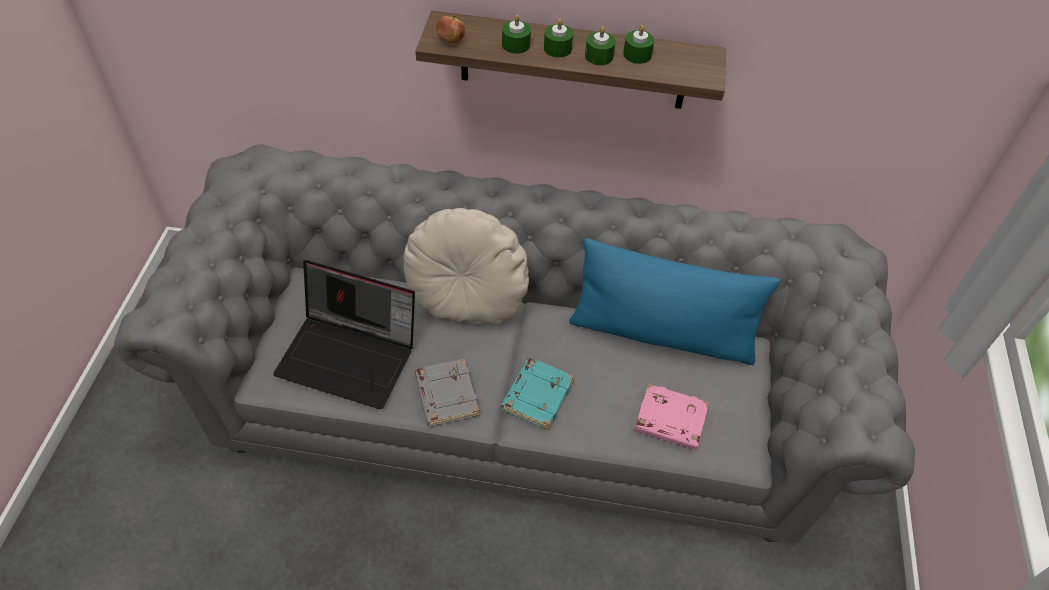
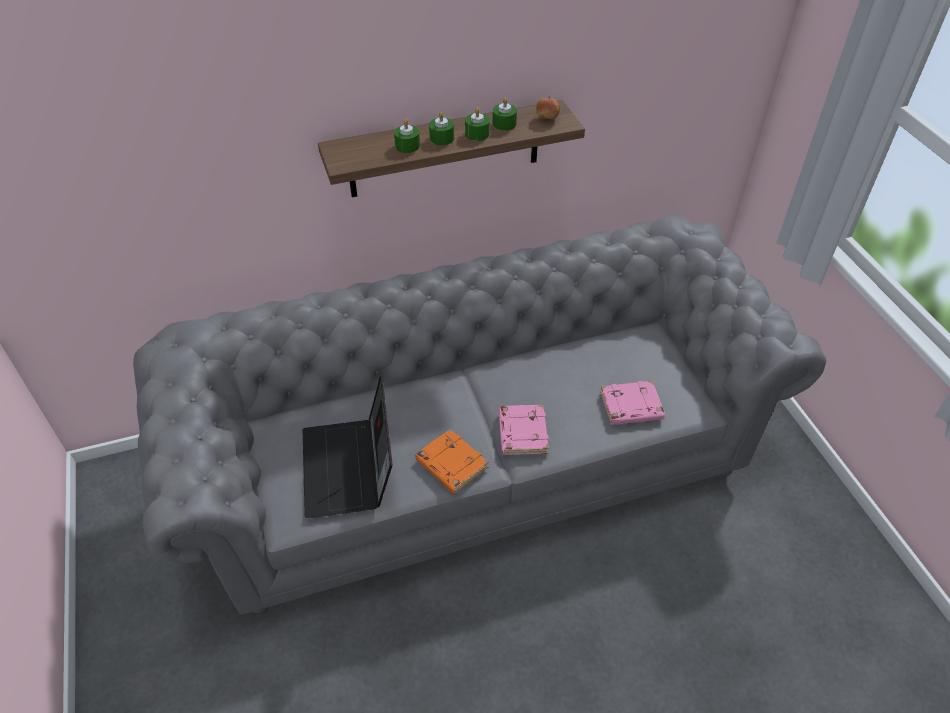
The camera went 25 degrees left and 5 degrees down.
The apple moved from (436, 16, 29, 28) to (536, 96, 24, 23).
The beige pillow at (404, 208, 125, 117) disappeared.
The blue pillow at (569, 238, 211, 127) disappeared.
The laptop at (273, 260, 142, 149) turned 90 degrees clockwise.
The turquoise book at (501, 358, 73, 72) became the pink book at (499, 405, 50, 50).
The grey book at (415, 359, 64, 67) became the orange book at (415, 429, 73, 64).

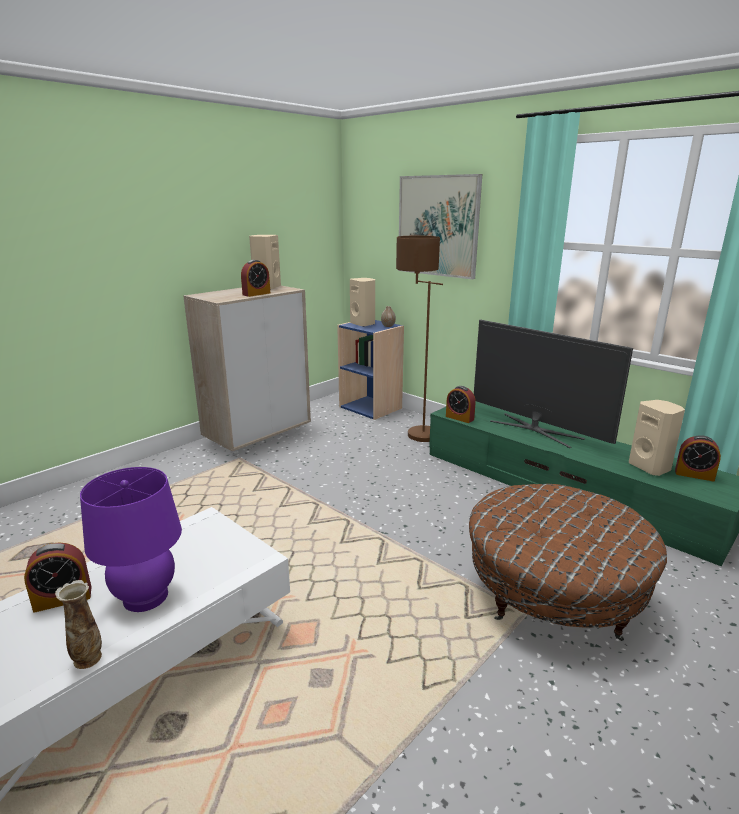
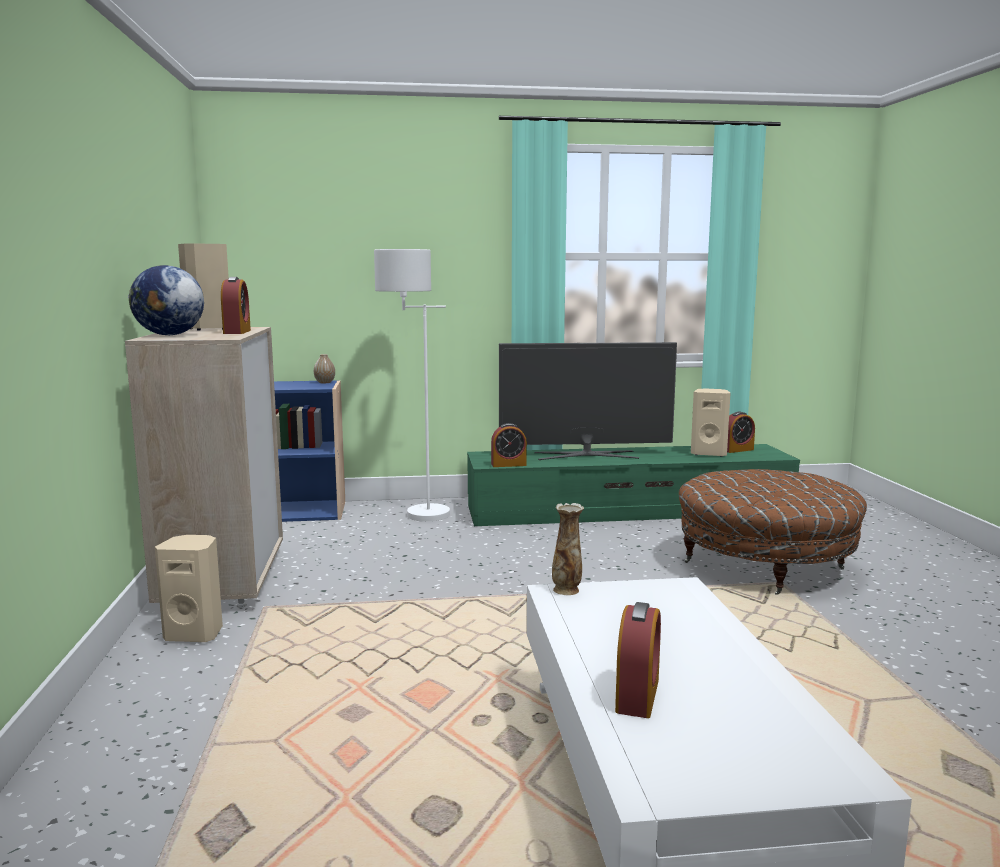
The camera went 50 degrees left and 10 degrees down.
The picture at (398, 174, 84, 105) disappeared.
The brown floor lamp at (396, 236, 47, 206) became the white floor lamp at (374, 249, 76, 273).
The beige speaker moved from (350, 278, 25, 49) to (155, 535, 68, 107).
The purple table lamp at (80, 467, 102, 145) disappeared.
The vase moved from (55, 580, 47, 89) to (552, 503, 32, 92).
The globe at (128, 265, 76, 70) appeared.

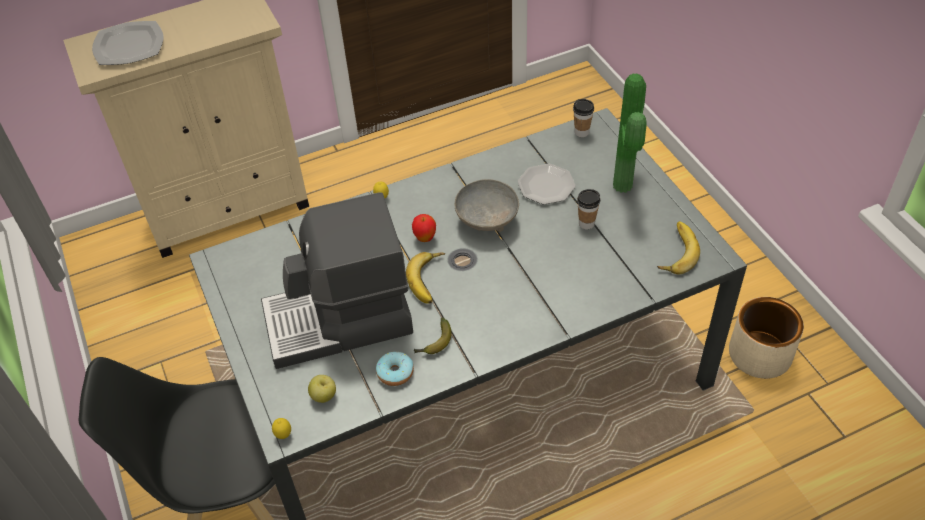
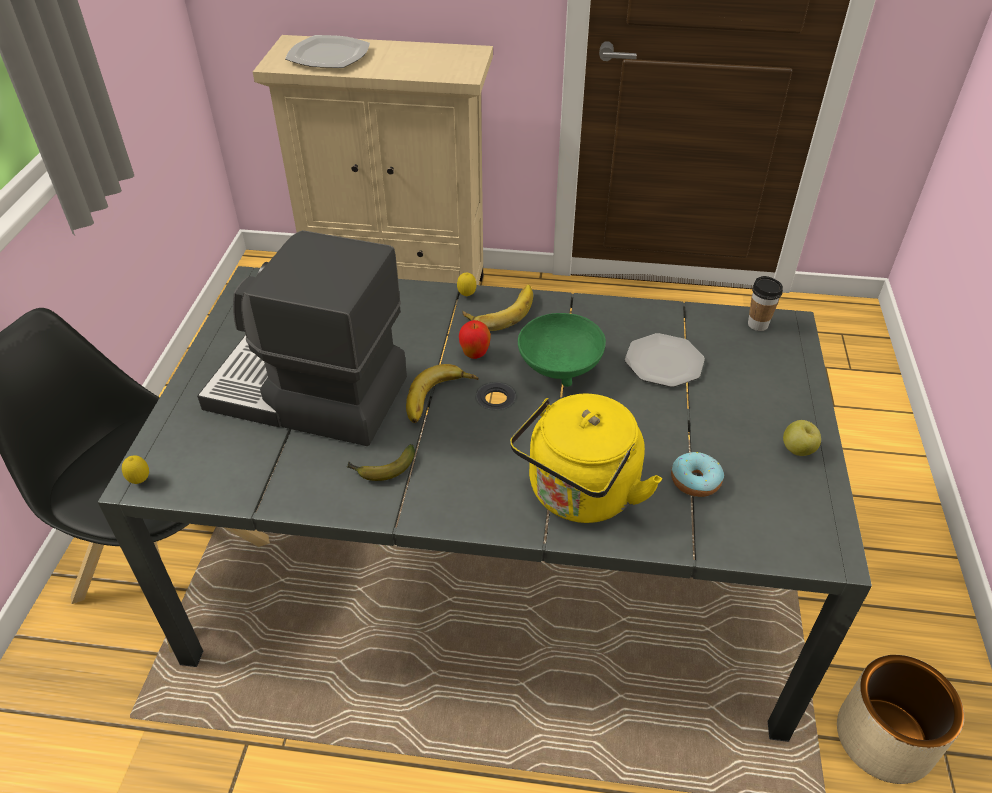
The camera went 30 degrees right and 5 degrees down.
The potted plant at (613, 73, 34, 120) disappeared.
The grey bowl at (455, 179, 64, 53) became the green bowl at (518, 313, 88, 74).
The cup at (577, 189, 23, 41) disappeared.
The banana moved from (657, 221, 43, 54) to (462, 285, 71, 46).
The donut moved from (376, 352, 38, 34) to (671, 452, 53, 45).
The apple moved from (308, 375, 28, 28) to (783, 420, 38, 36).
The yellow kettle at (510, 393, 152, 130) appeared.

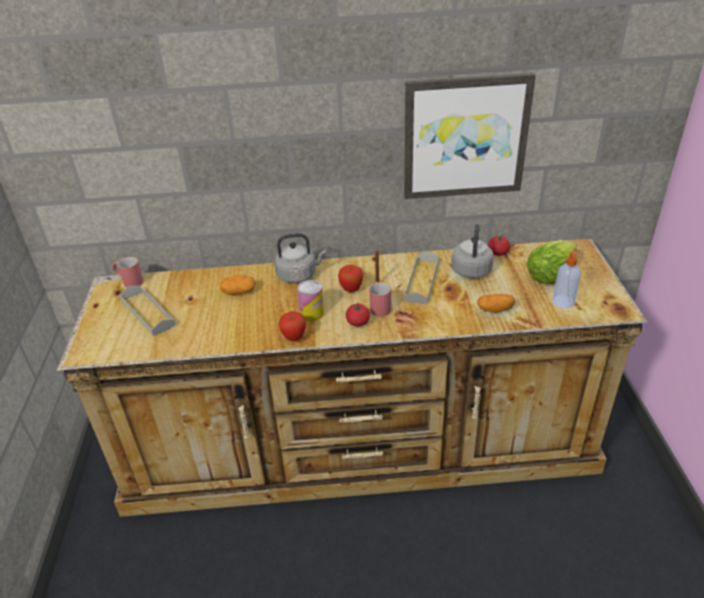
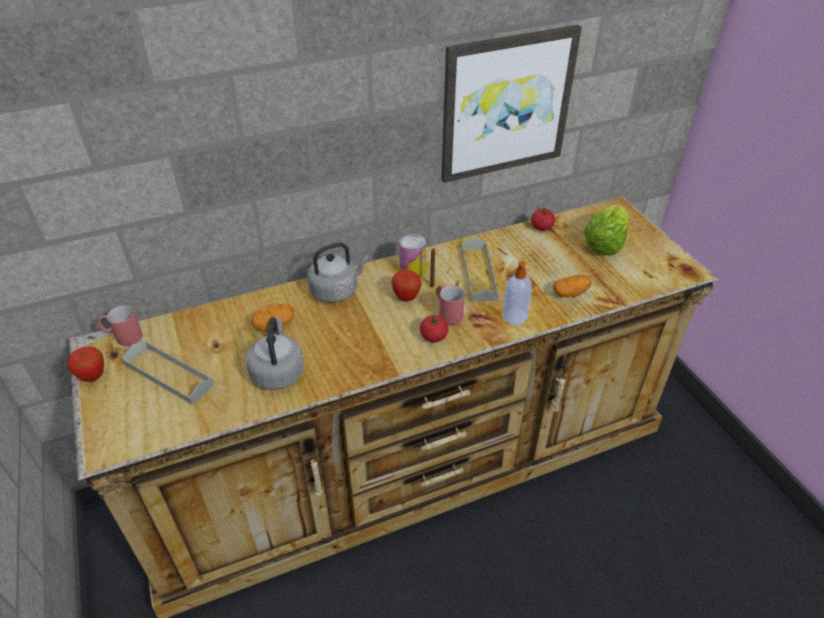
The camera went 20 degrees left and 5 degrees up.
The grey kettle moved from (451, 224, 43, 54) to (246, 317, 58, 73).
The soap dispenser moved from (553, 251, 28, 57) to (502, 261, 30, 64).
The can moved from (297, 280, 27, 41) to (399, 234, 27, 43).
The apple moved from (278, 312, 28, 29) to (67, 346, 37, 36).

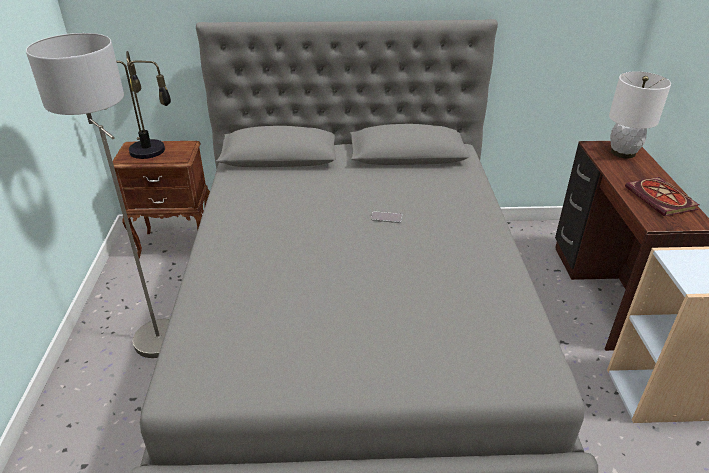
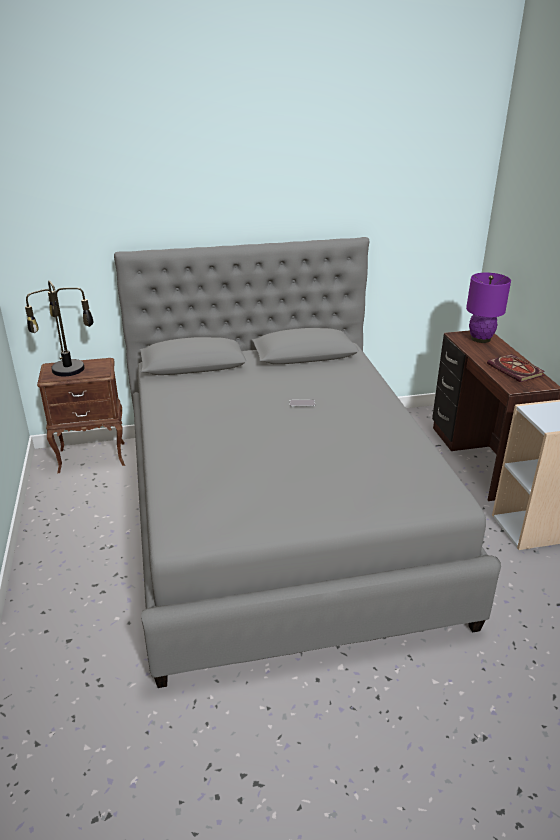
The camera went 10 degrees left and 5 degrees down.
The grey floor lamp at (26, 33, 144, 325) disappeared.
The white table lamp at (609, 71, 62, 87) became the purple table lamp at (466, 273, 45, 70).

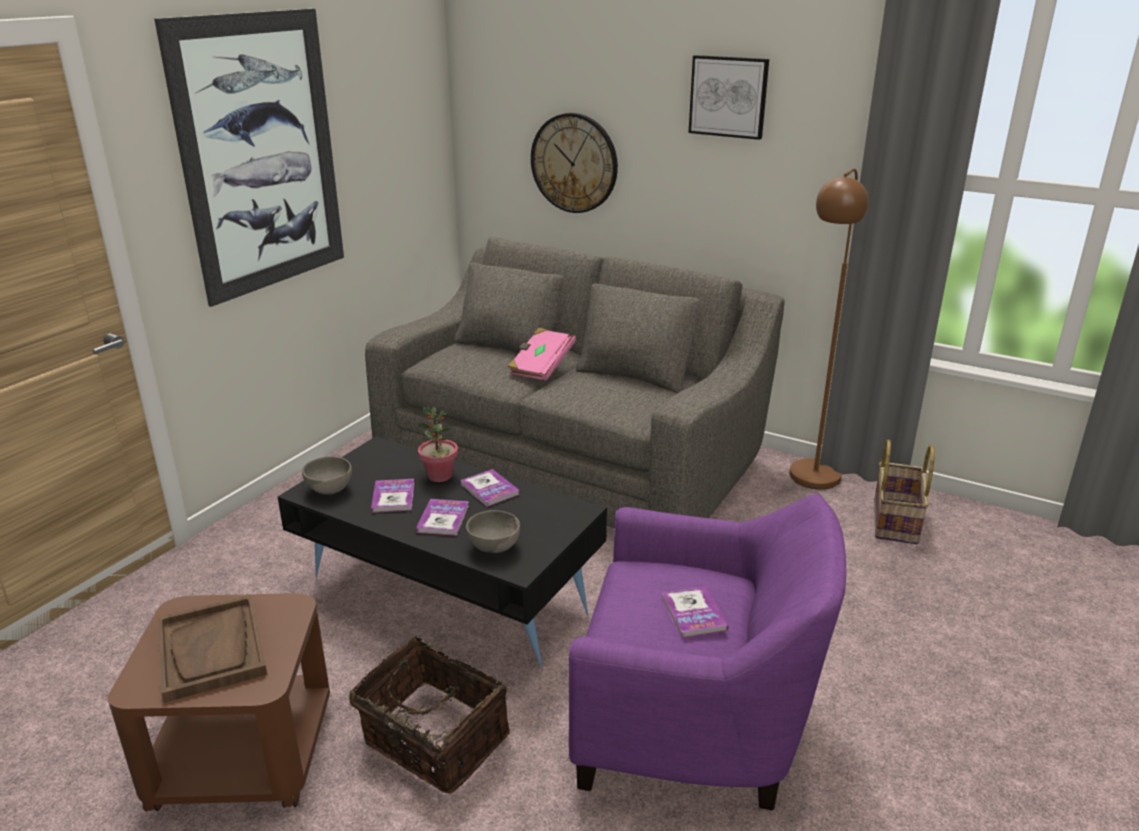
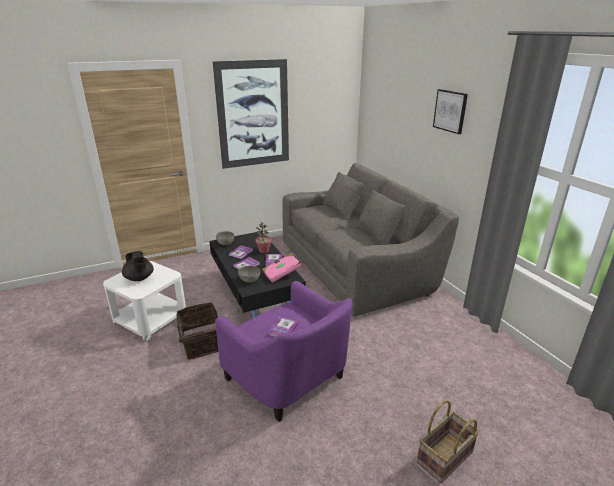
The camera went 35 degrees right and 0 degrees up.
The wall clock at (531, 113, 87, 100) disappeared.
The brown floor lamp at (789, 168, 79, 321) disappeared.
The pink book moved from (508, 328, 68, 53) to (262, 253, 40, 30).
The basket moved from (874, 439, 61, 105) to (417, 400, 63, 83).
The brown side table at (108, 593, 222, 219) became the white side table at (103, 261, 83, 80).
The brown tray at (157, 595, 110, 108) was replaced by the black teapot at (122, 251, 32, 30).

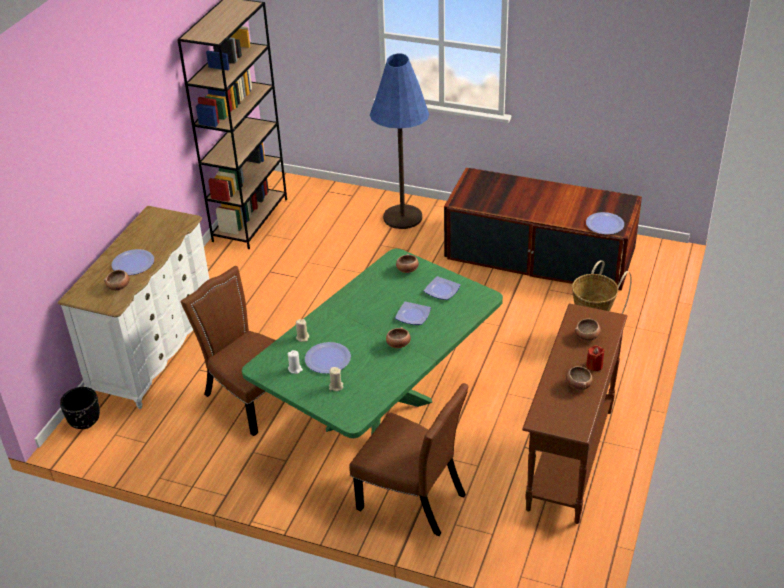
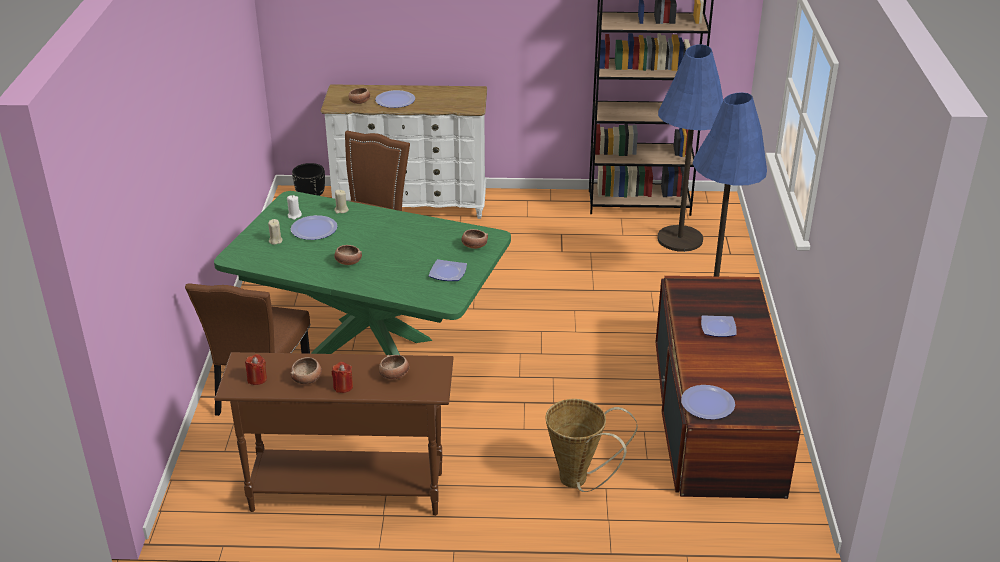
The camera went 70 degrees right and 5 degrees down.
The plate moved from (395, 302, 36, 23) to (701, 315, 36, 22).
The blue floor lamp at (657, 44, 66, 208) appeared.
The red candle at (245, 354, 22, 31) appeared.

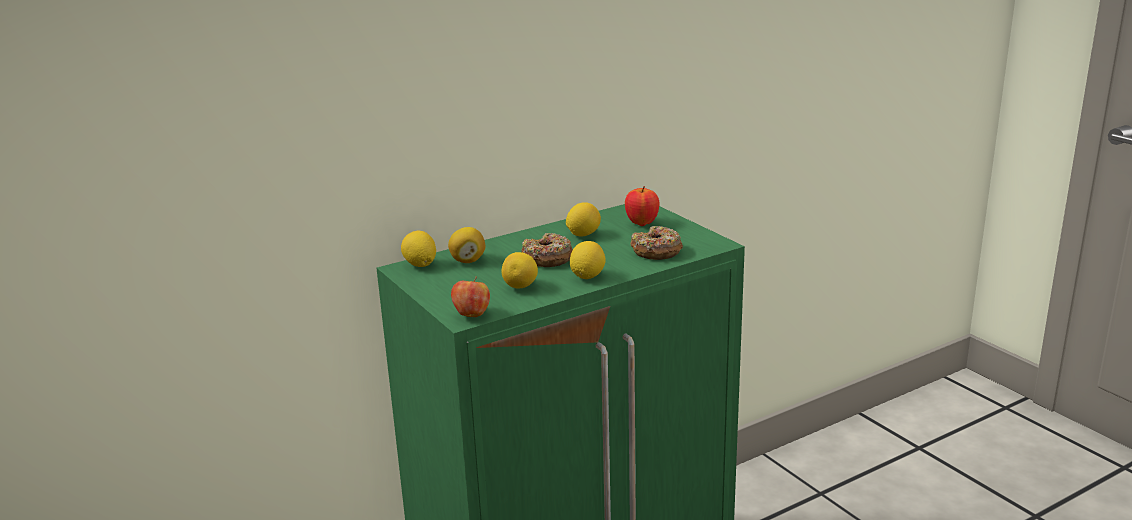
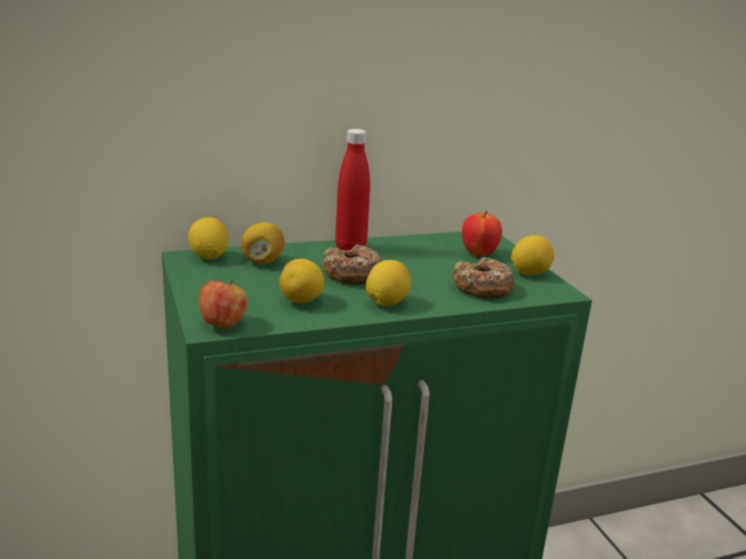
The camera went 10 degrees right and 0 degrees up.
The lemon moved from (566, 202, 35, 34) to (511, 235, 43, 40).
The red bottle at (335, 129, 35, 122) appeared.

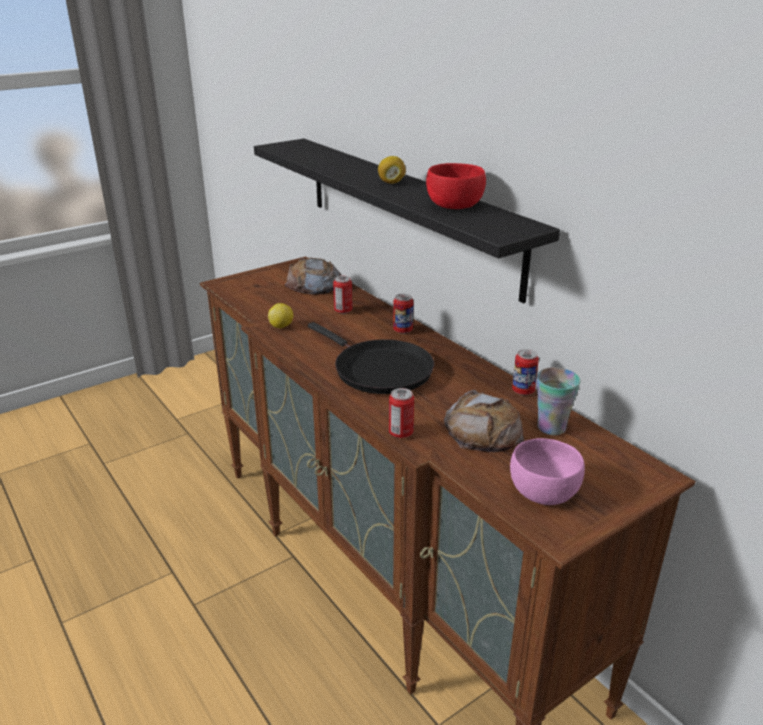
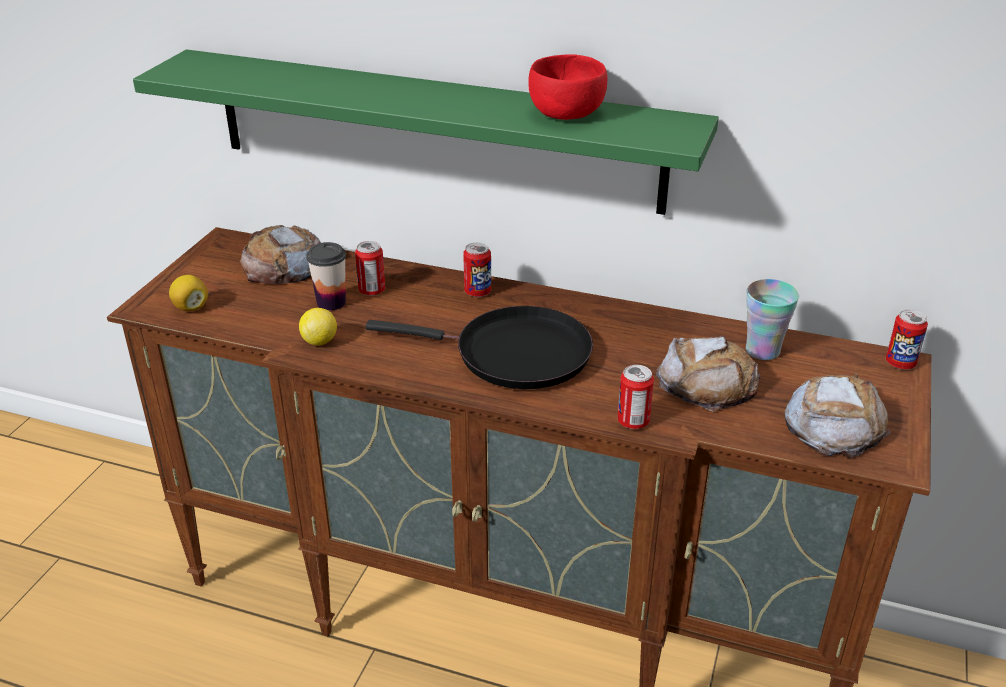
The camera went 35 degrees left and 5 degrees up.
The black shelf at (254, 139, 306, 164) became the green shelf at (133, 49, 586, 166).
The lemon moved from (378, 156, 28, 28) to (169, 275, 39, 36).
The can moved from (512, 349, 27, 46) to (886, 309, 42, 61).
The pink bowl at (510, 438, 75, 67) was replaced by the bread at (784, 373, 107, 85).
The cup at (306, 242, 40, 69) appeared.

